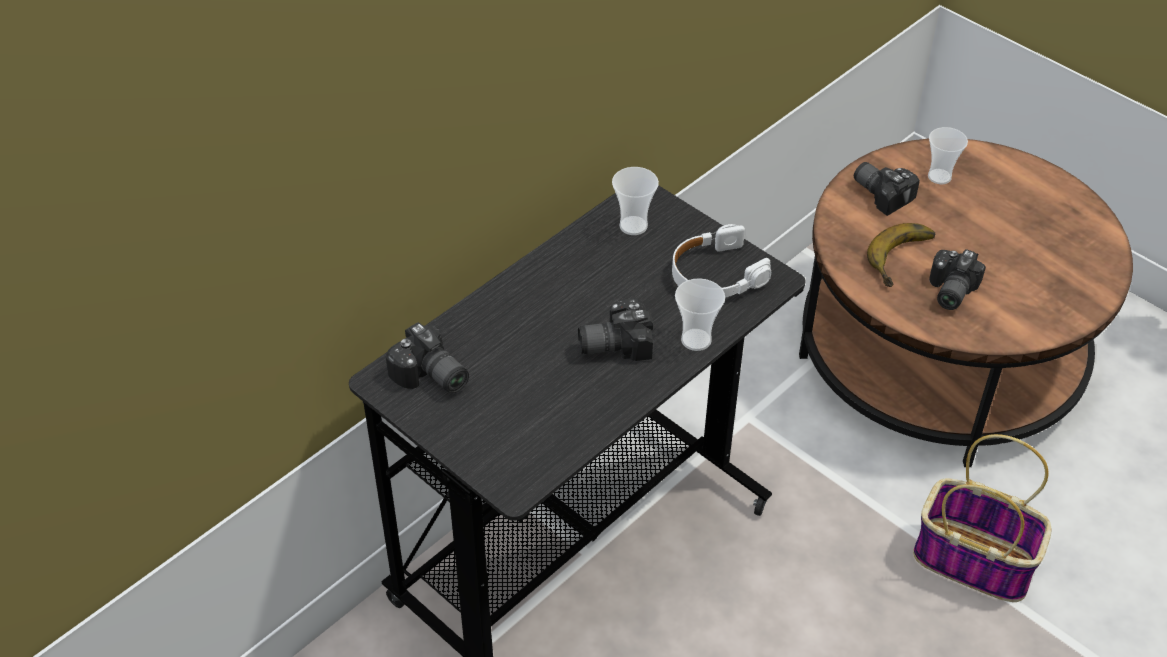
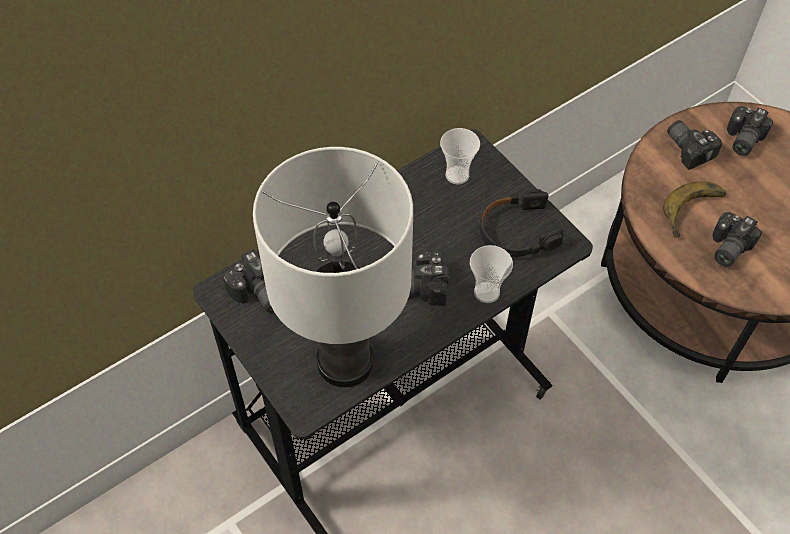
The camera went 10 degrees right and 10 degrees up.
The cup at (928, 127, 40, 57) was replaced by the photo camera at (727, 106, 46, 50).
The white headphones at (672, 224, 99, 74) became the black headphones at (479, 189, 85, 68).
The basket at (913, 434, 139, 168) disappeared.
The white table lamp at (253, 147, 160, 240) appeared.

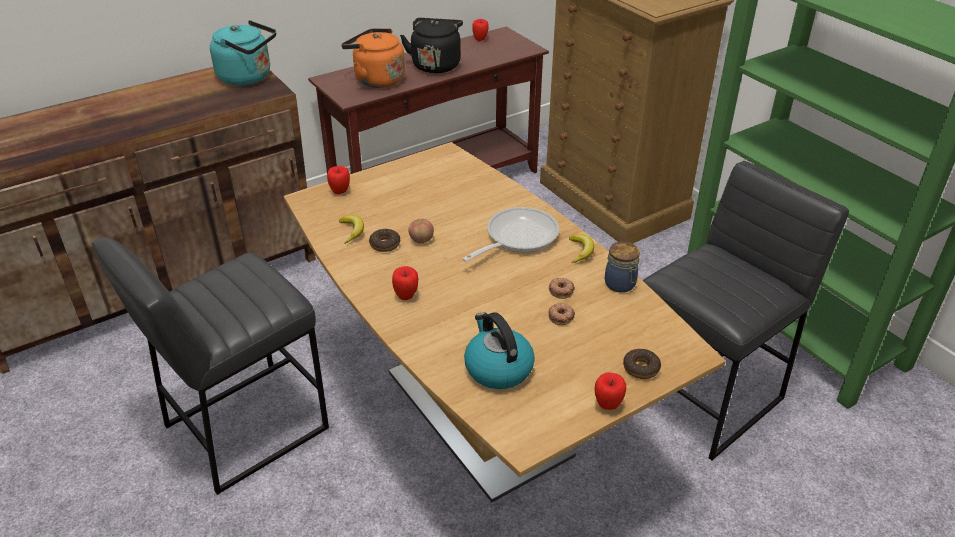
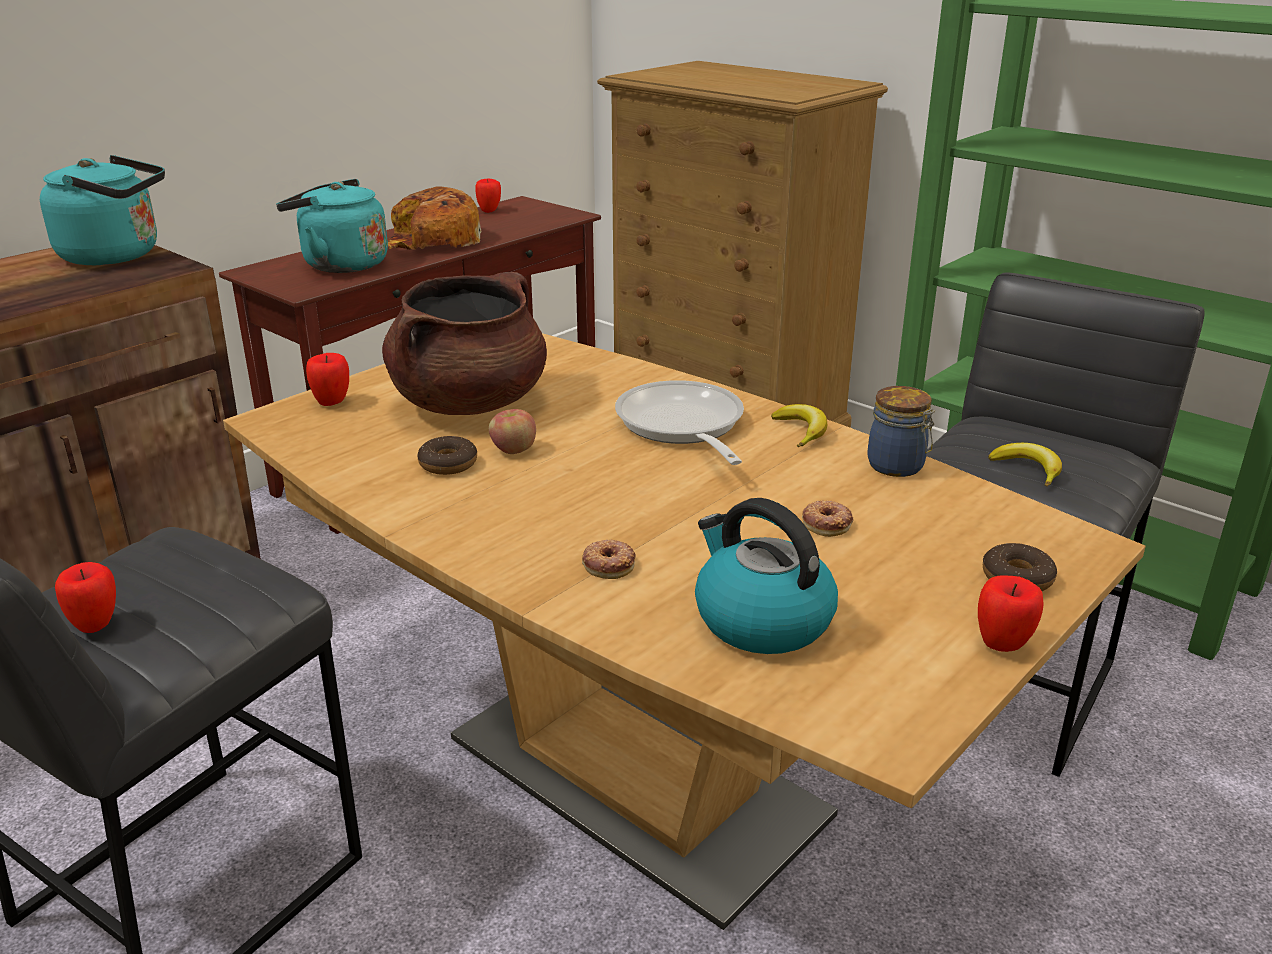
The camera went 15 degrees left and 10 degrees down.
The black kettle at (400, 18, 63, 55) was replaced by the bread at (387, 186, 95, 64).
The orange kettle at (341, 28, 64, 60) became the turquoise kettle at (276, 179, 112, 94).
The frying pan at (462, 207, 97, 55) turned 45 degrees counterclockwise.
The banana moved from (339, 215, 25, 29) to (988, 443, 74, 44).
The apple moved from (392, 266, 26, 34) to (55, 562, 61, 71).
The donut moved from (549, 278, 26, 21) to (582, 539, 54, 40).
The brown cooking pot at (382, 272, 165, 143) appeared.

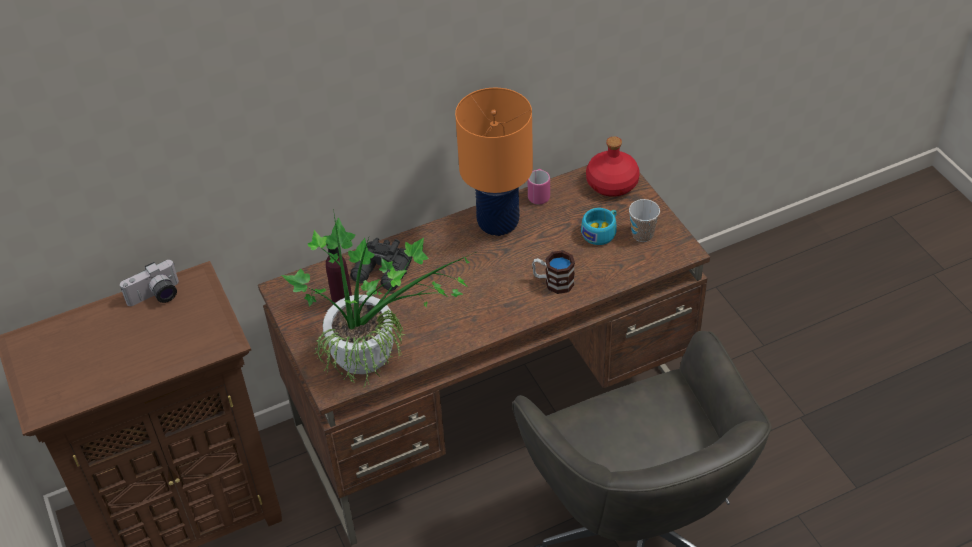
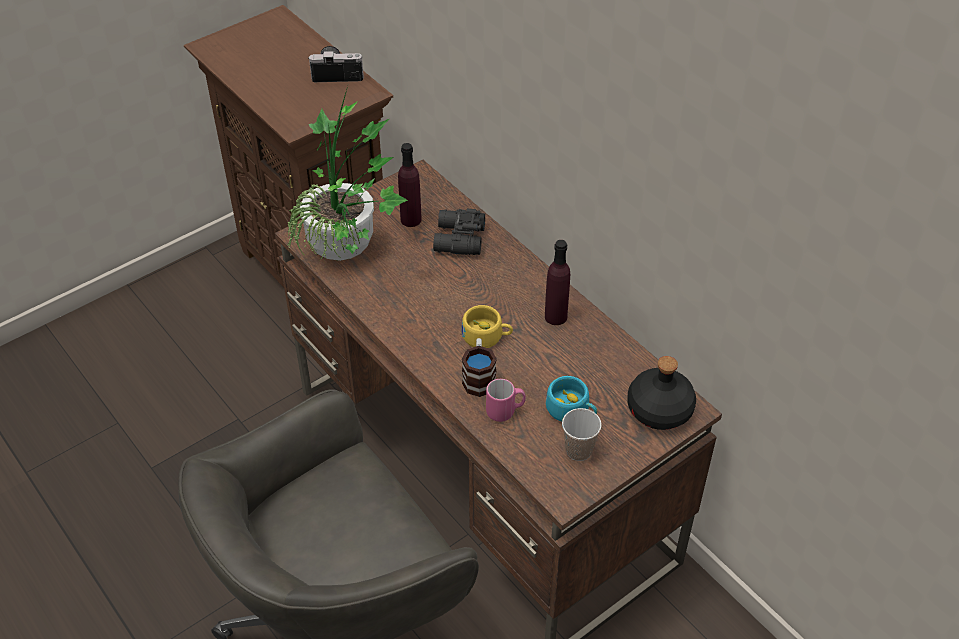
The camera went 75 degrees right and 0 degrees up.
The orange table lamp at (455, 88, 78, 148) was replaced by the purple bottle at (545, 240, 25, 85).
The red bottle at (586, 136, 54, 61) became the black bottle at (627, 356, 69, 74).
The pink mug moved from (528, 169, 22, 36) to (486, 379, 40, 43).
The photo camera at (120, 260, 59, 46) turned 135 degrees clockwise.
The yellow cup at (461, 305, 52, 43) appeared.

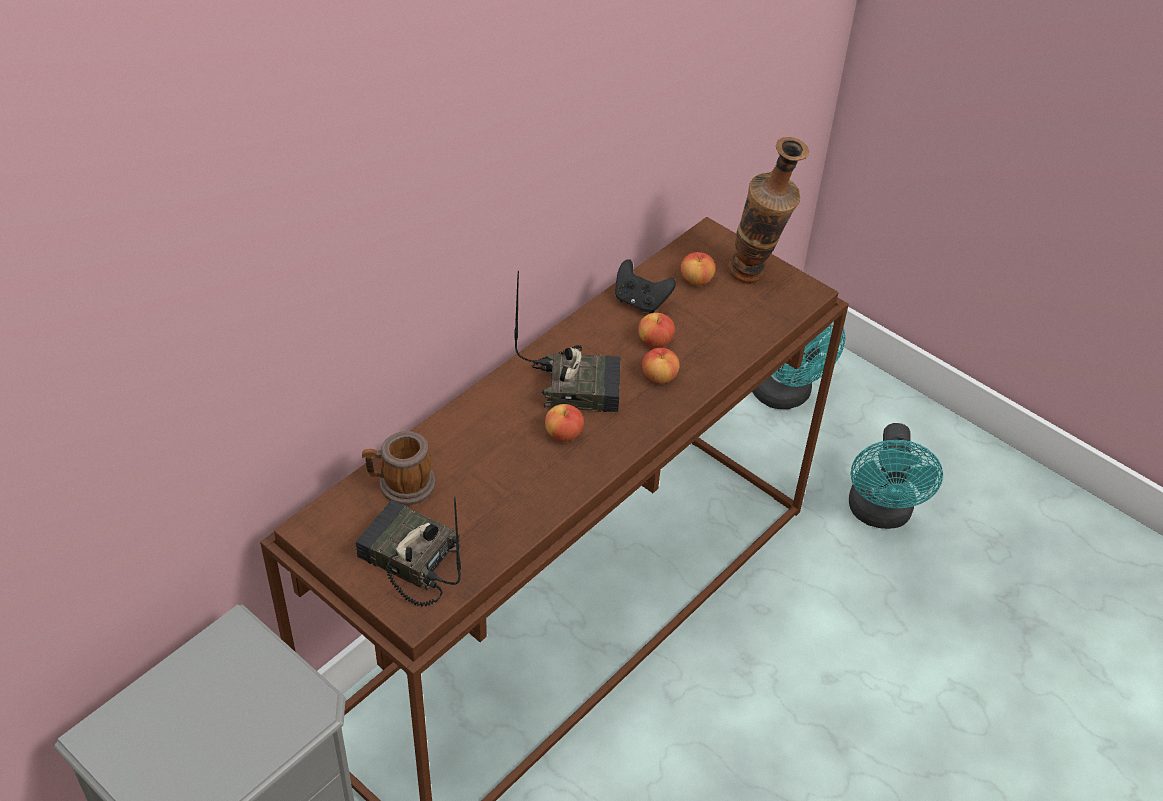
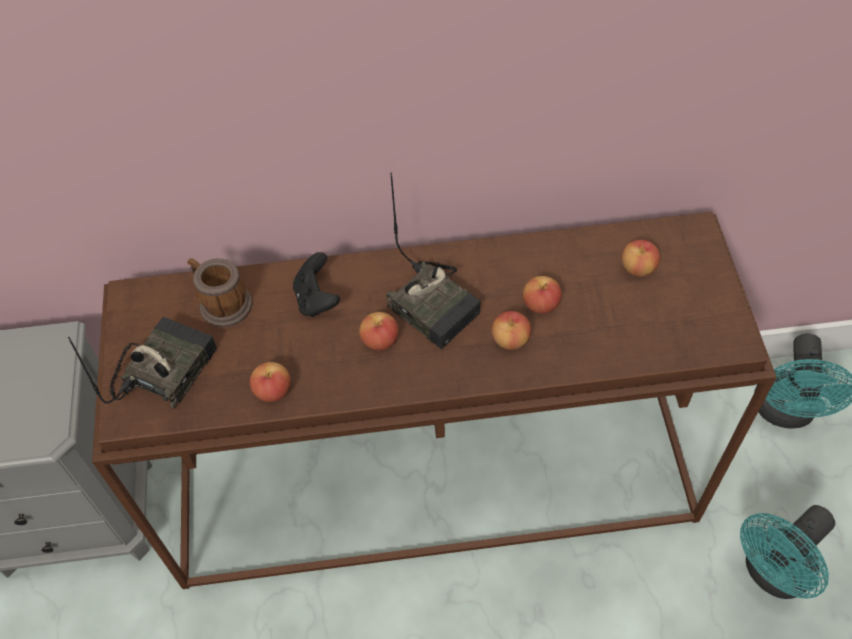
The camera went 45 degrees right and 10 degrees up.
The vase at (728, 137, 81, 146) disappeared.
The black game controller moved from (615, 259, 61, 54) to (293, 252, 47, 65).
The radio at (355, 497, 106, 109) turned 45 degrees clockwise.
The apple at (250, 362, 41, 40) appeared.

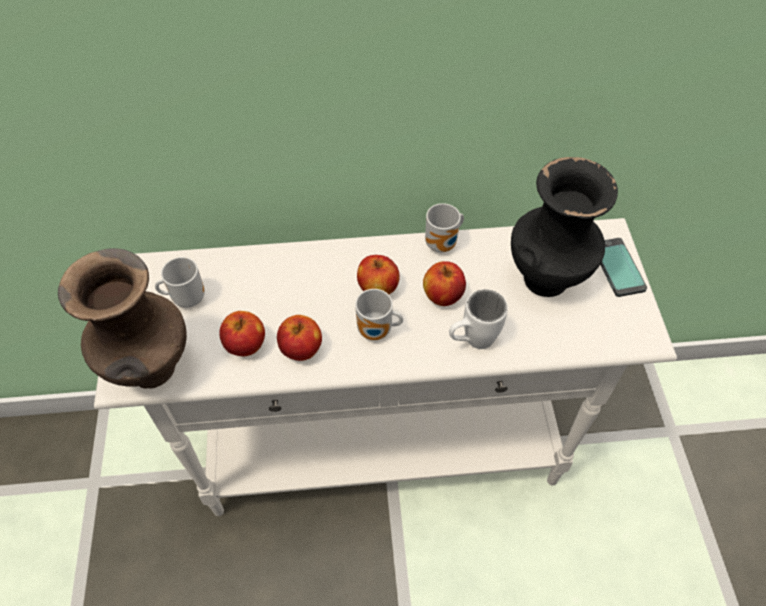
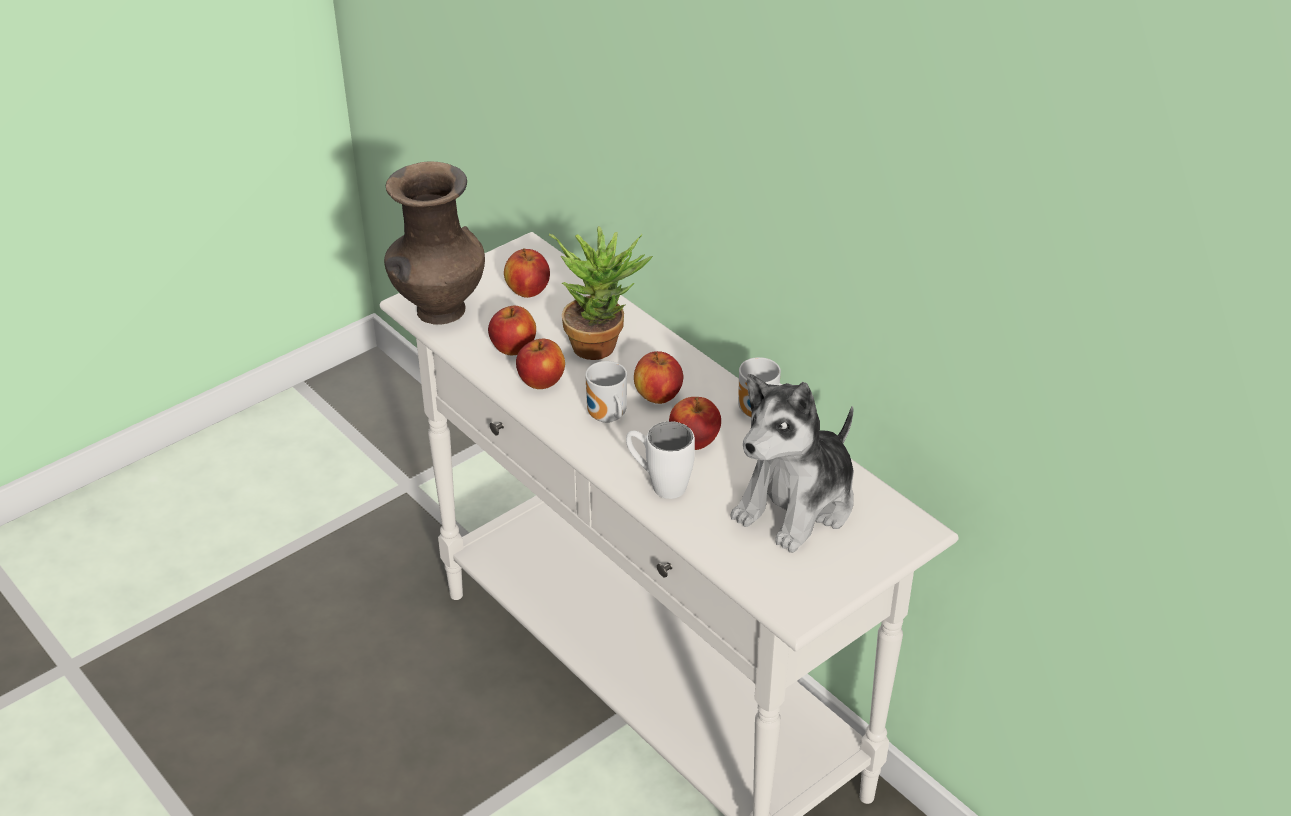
The camera went 55 degrees right and 15 degrees down.
The black vase at (511, 157, 107, 140) was replaced by the plush toy at (730, 374, 124, 178).
The phone at (600, 238, 47, 59) disappeared.
The mug at (155, 257, 50, 51) was replaced by the apple at (504, 248, 46, 50).
The potted plant at (549, 226, 104, 134) appeared.

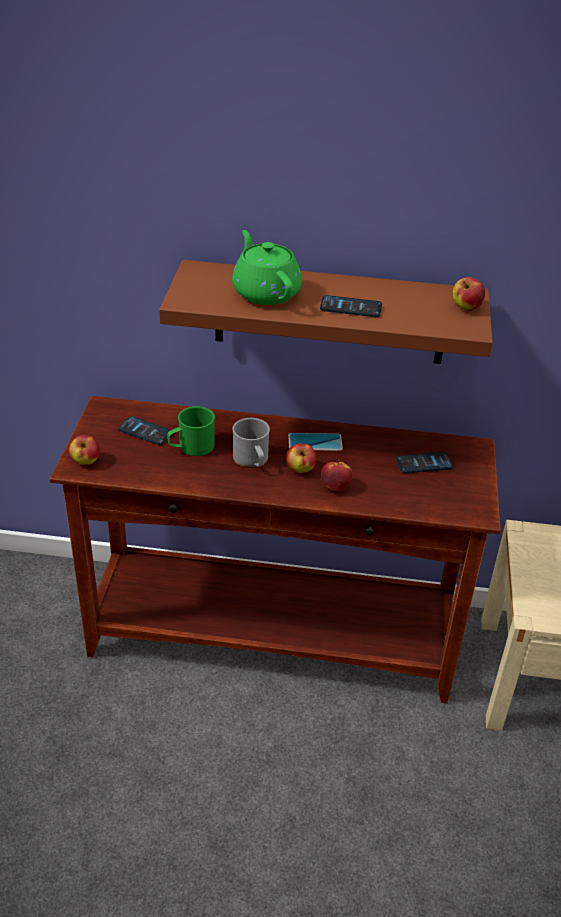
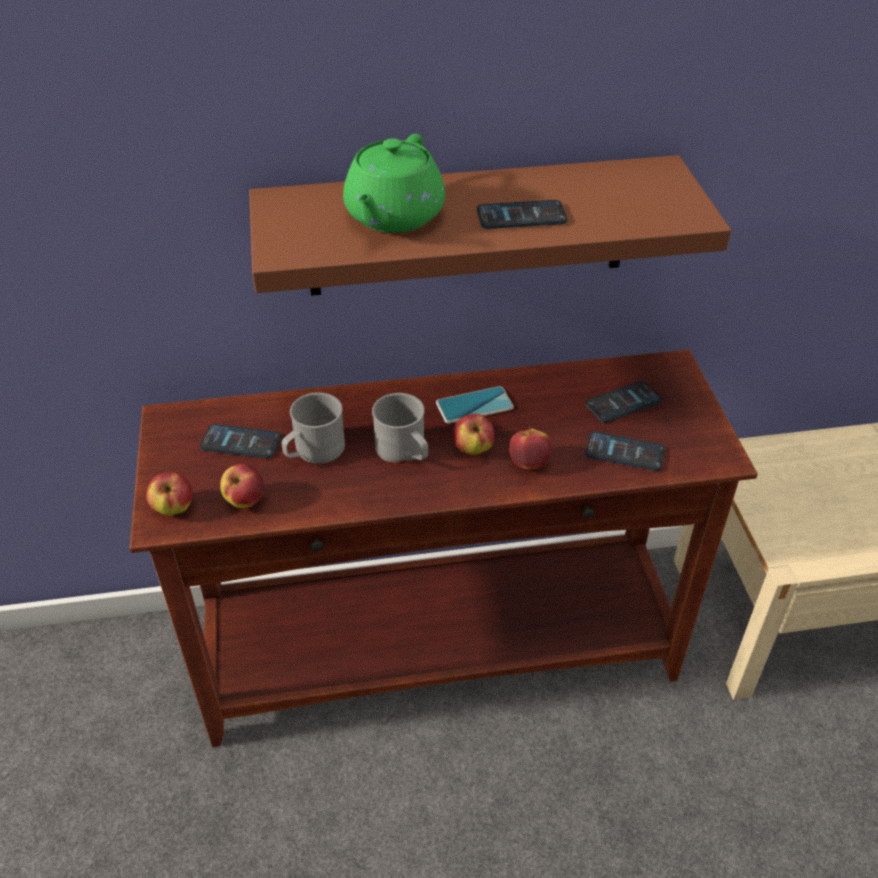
The camera went 15 degrees left and 5 degrees up.
The green teapot at (232, 230, 70, 75) turned 120 degrees counterclockwise.
The apple moved from (453, 277, 32, 34) to (220, 464, 45, 45).
The green mug at (167, 406, 48, 50) became the grey mug at (282, 392, 63, 72).
The phone at (585, 431, 80, 40) appeared.

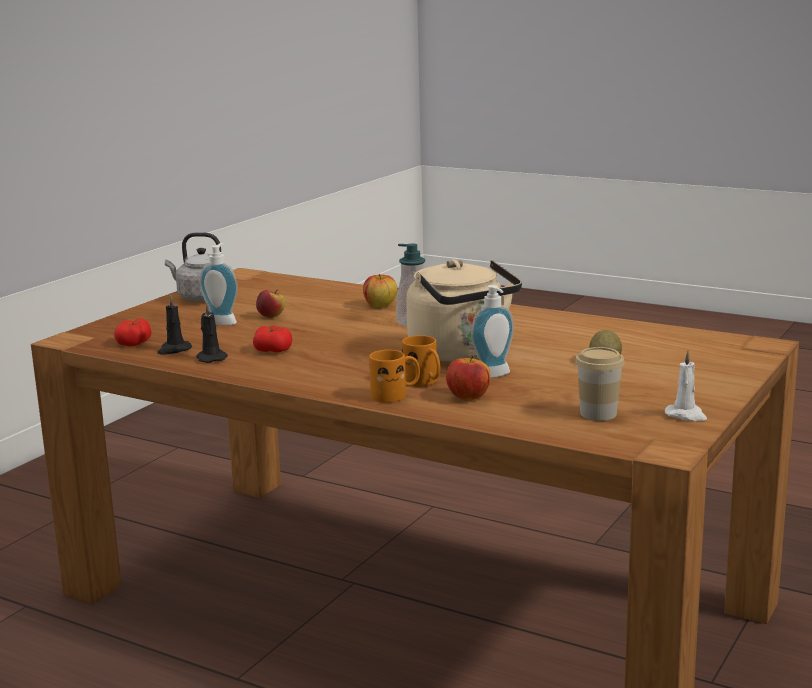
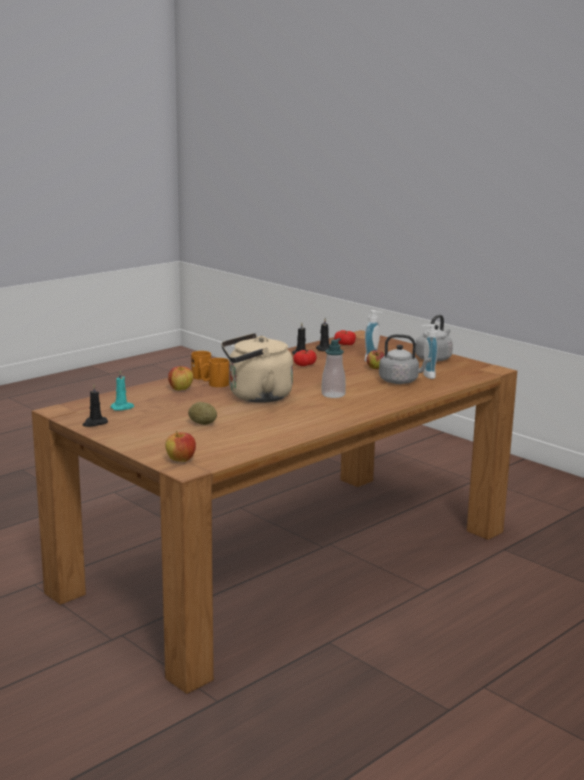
The camera went 105 degrees right and 0 degrees up.
The apple moved from (363, 274, 35, 34) to (165, 431, 31, 31).
The soap dispenser moved from (471, 285, 43, 93) to (422, 324, 16, 55).
The cup at (575, 347, 50, 74) was replaced by the turquoise candle at (110, 370, 24, 41).
The white candle at (665, 350, 42, 71) became the black candle at (83, 384, 25, 43).
The grey kettle at (379, 334, 52, 50) appeared.

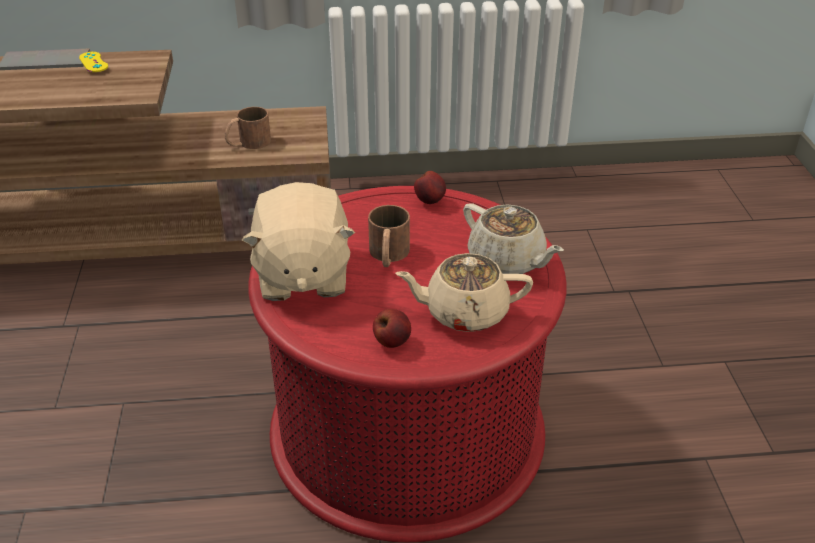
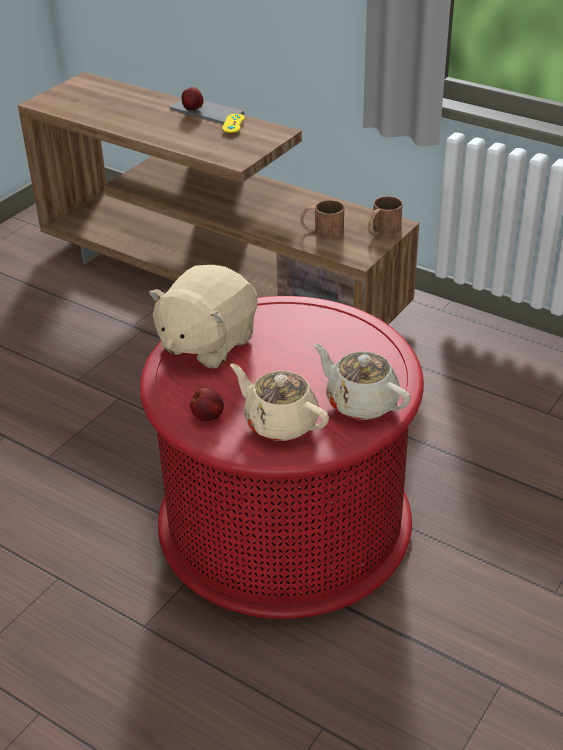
The camera went 40 degrees right and 0 degrees up.
The apple moved from (414, 171, 32, 33) to (182, 87, 22, 24).
The beige teapot at (463, 203, 101, 71) turned 135 degrees clockwise.
The brown mug moved from (368, 205, 42, 62) to (368, 196, 35, 40).

